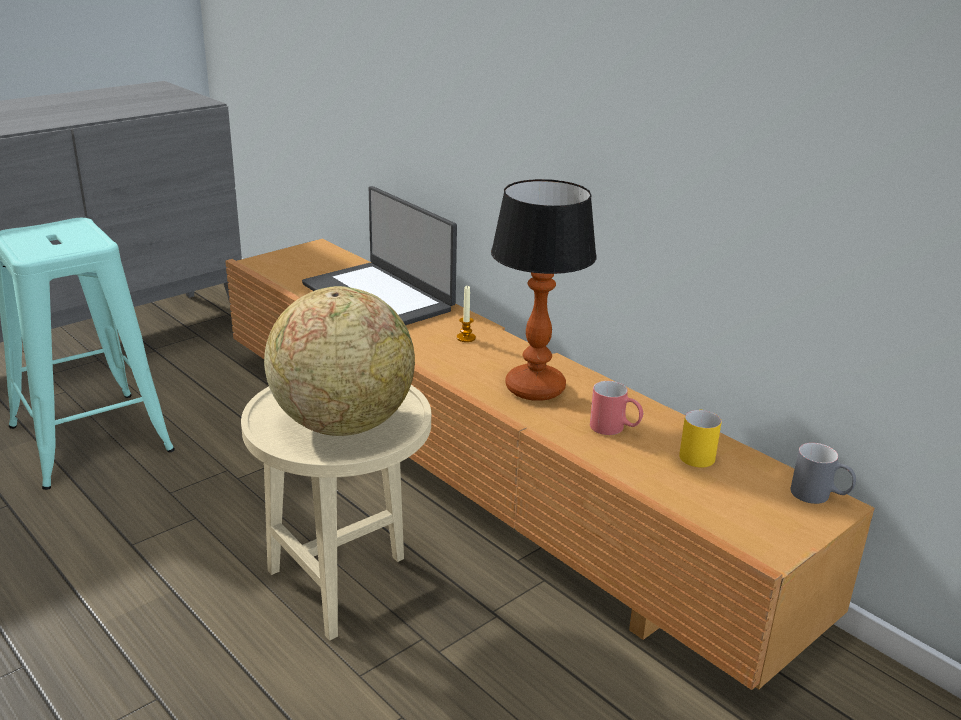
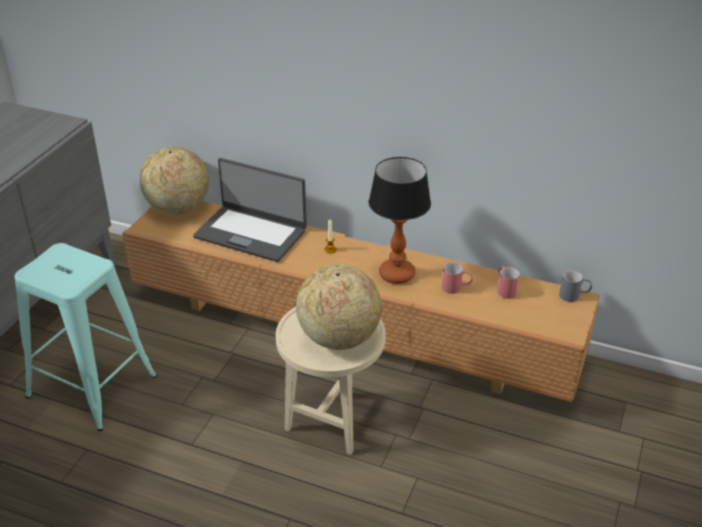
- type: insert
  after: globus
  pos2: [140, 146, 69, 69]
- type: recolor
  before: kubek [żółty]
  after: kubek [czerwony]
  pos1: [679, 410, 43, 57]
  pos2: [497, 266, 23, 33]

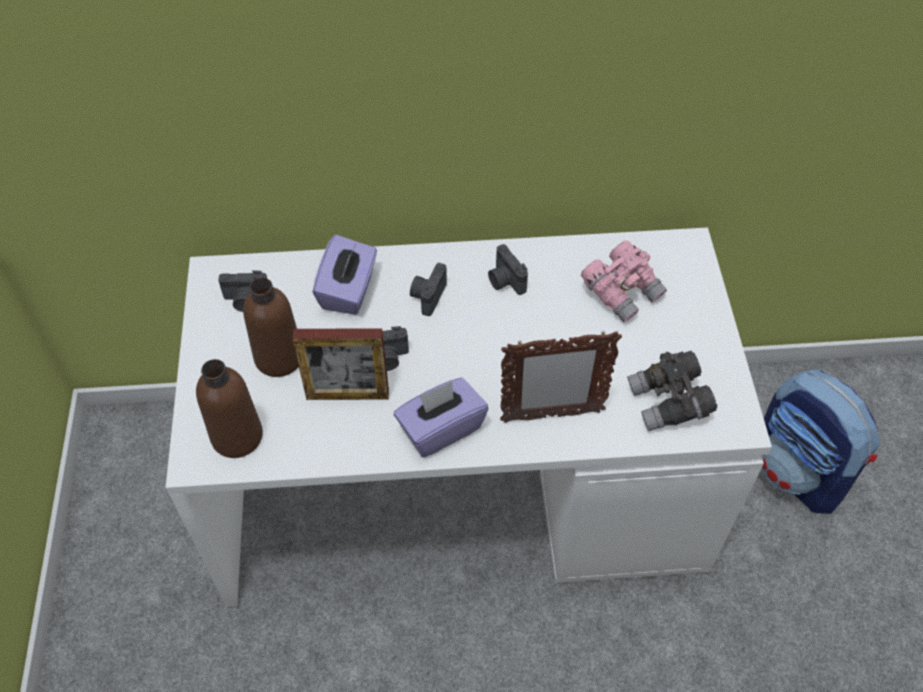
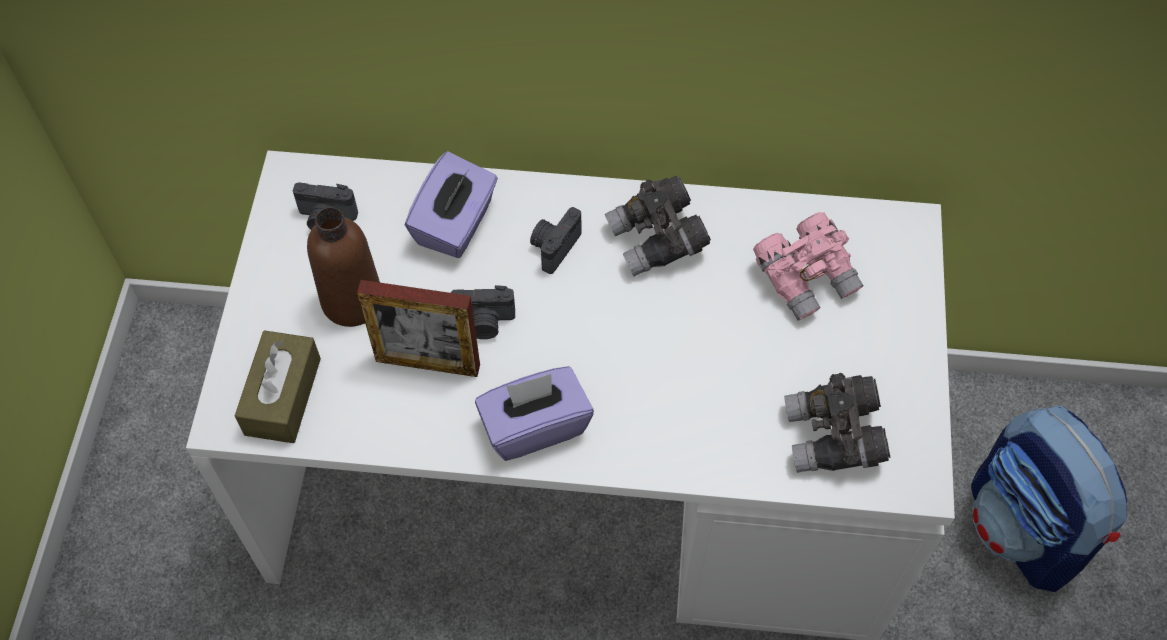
- type: replace
  before: butelka [brązowy]
  after: pudełko chusteczek [brązowy]
  pos1: [196, 359, 67, 99]
  pos2: [235, 330, 86, 113]
- type: replace
  before: aparat fotograficzny
  after: lornetka [szary]
  pos1: [488, 244, 40, 51]
  pos2: [605, 176, 106, 100]
- type: delete
  before: ramka na zdjęcie
  pos1: [500, 331, 122, 92]

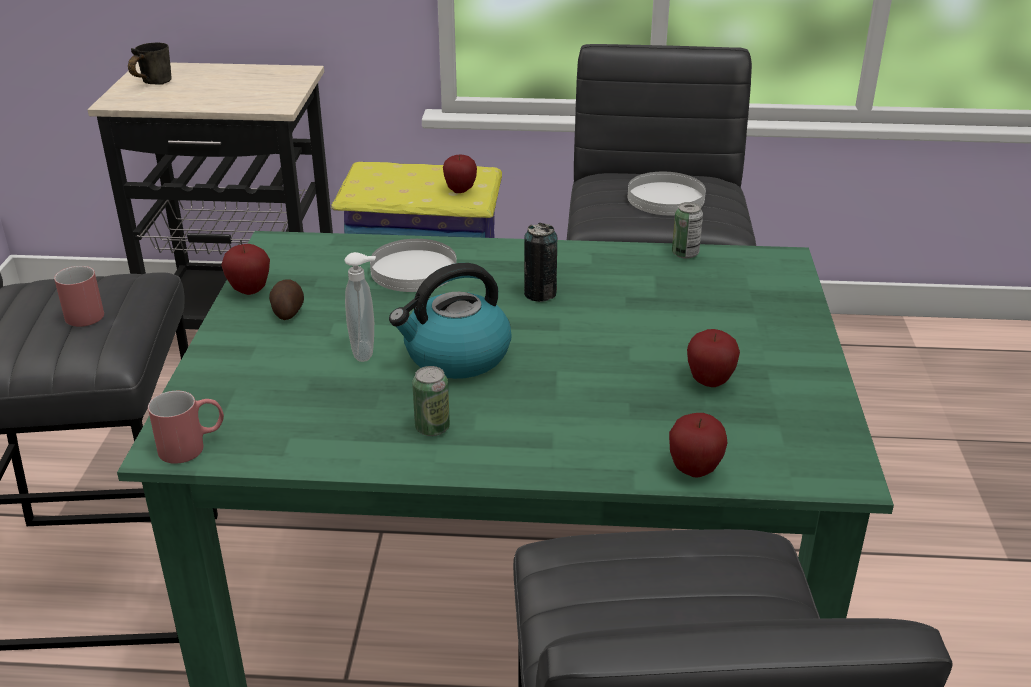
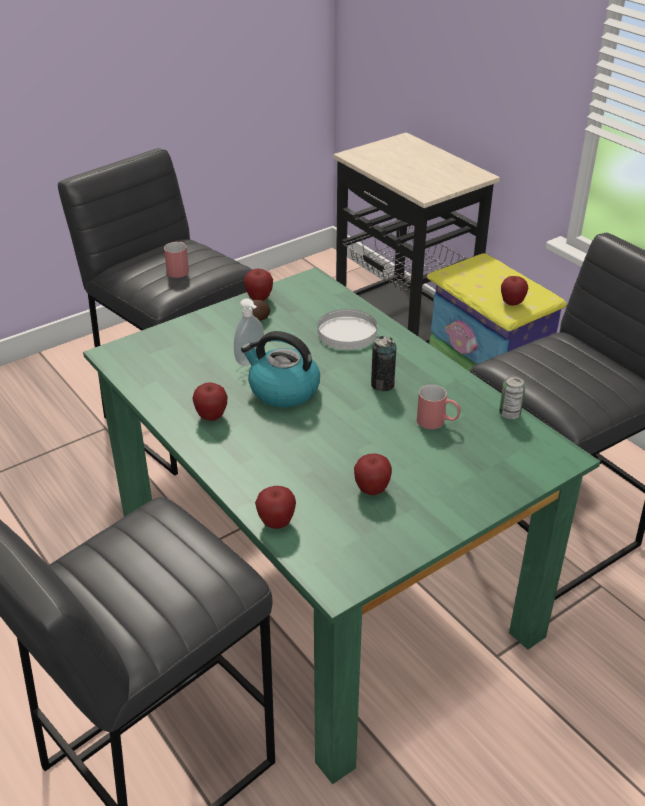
- type: replace
  before: puszka
  after: jabłko
  pos1: [412, 366, 38, 70]
  pos2: [192, 382, 35, 39]
- type: move
  before: kubek [czerwony]
  pos1: [148, 391, 76, 73]
  pos2: [417, 385, 44, 44]
- type: delete
  before: kubek [szary]
  pos1: [128, 43, 44, 42]
- type: delete
  before: talerz [biały]
  pos1: [628, 172, 78, 43]

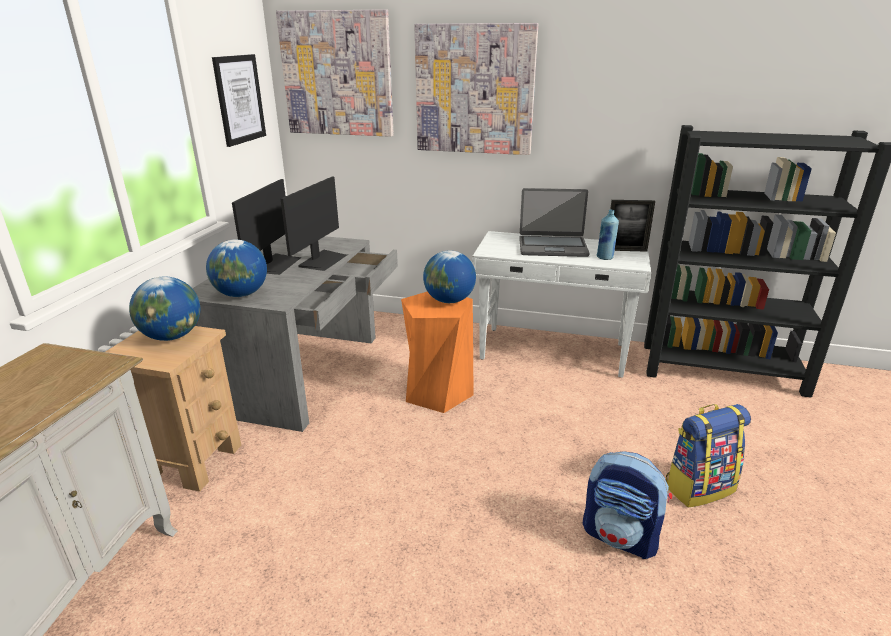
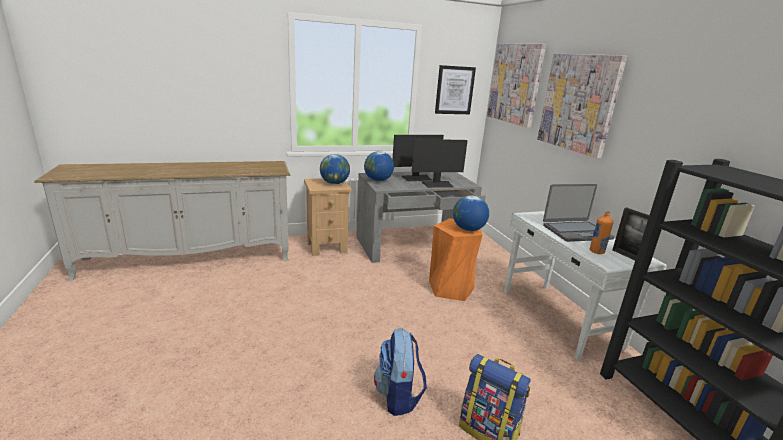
- type: rotate
  before: laptop
  pos1: [519, 188, 71, 69]
  pos2: [543, 184, 72, 58]
  turn: -75
- type: recolor
  before: butelka [niebieski]
  after: butelka [pomarańczowy]
  pos1: [596, 209, 23, 51]
  pos2: [590, 211, 24, 43]

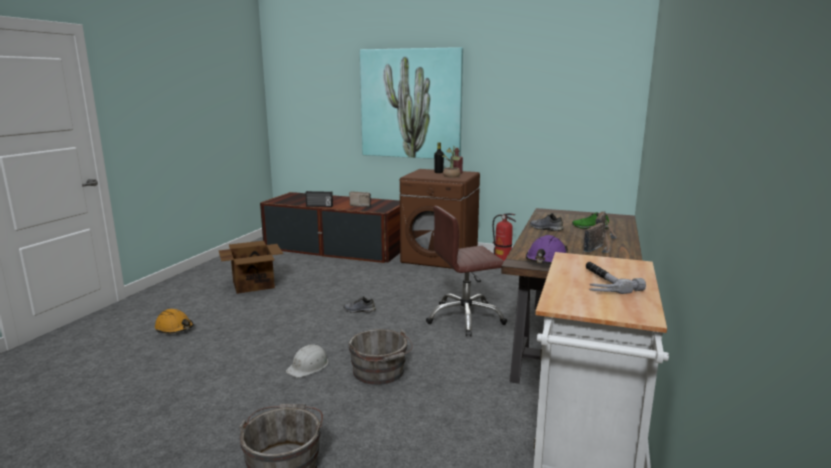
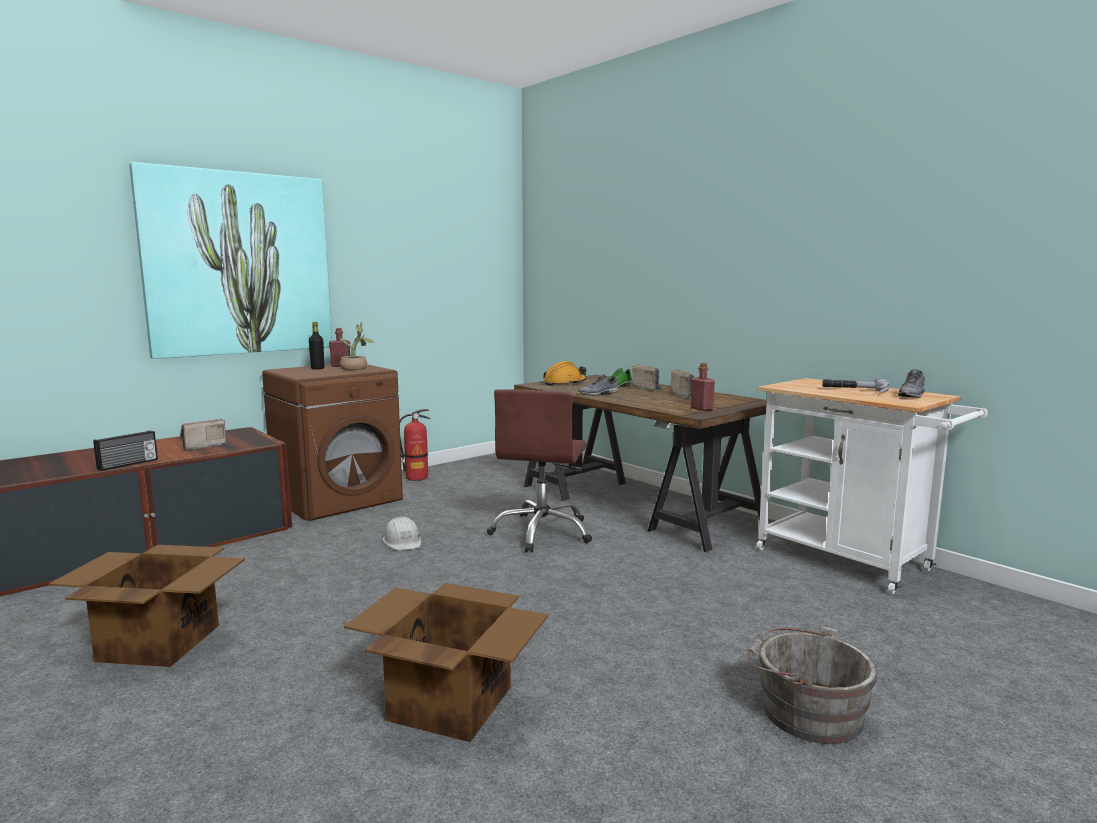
- type: insert
  after: karton
  pos2: [344, 583, 204, 159]
- type: move
  before: kask [biały]
  pos1: [286, 344, 42, 34]
  pos2: [383, 517, 39, 33]
- type: move
  before: kask [pomarańczowy]
  pos1: [155, 309, 39, 25]
  pos2: [543, 361, 44, 25]
- type: replace
  before: kask [fioletowy]
  after: butelka [czerwony]
  pos1: [526, 235, 42, 29]
  pos2: [690, 363, 25, 48]
- type: move
  before: but [szary]
  pos1: [343, 297, 33, 16]
  pos2: [898, 369, 27, 29]
- type: delete
  before: wiadro [szary]
  pos1: [348, 329, 65, 56]

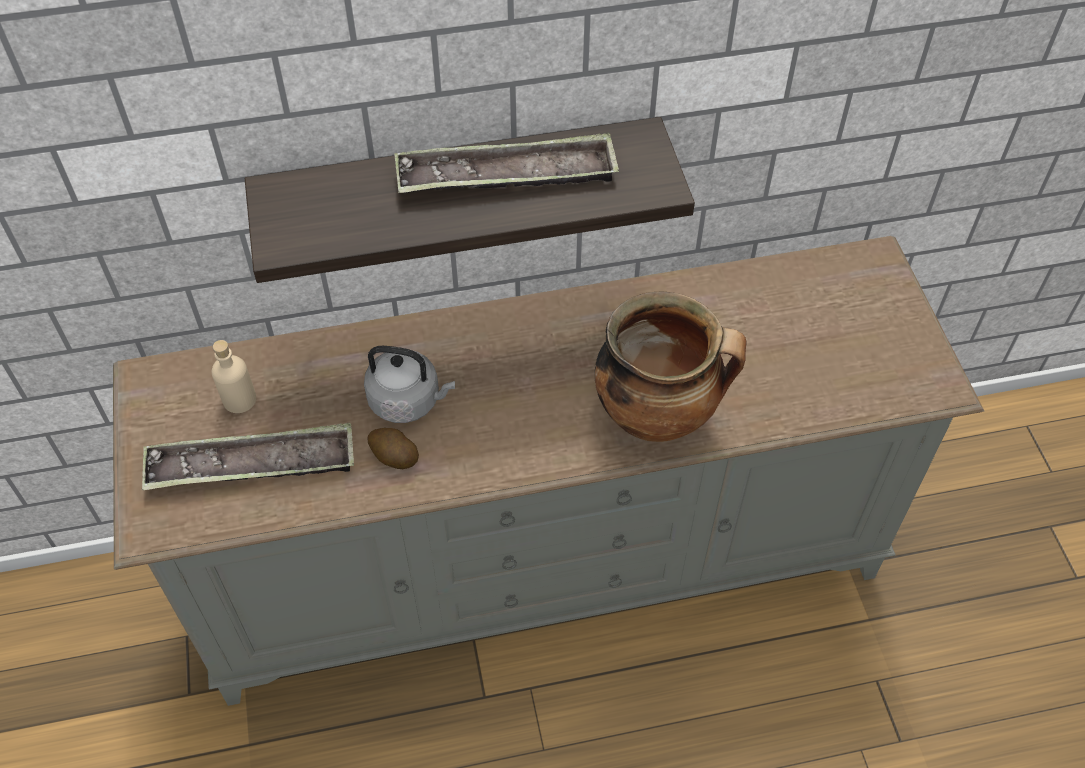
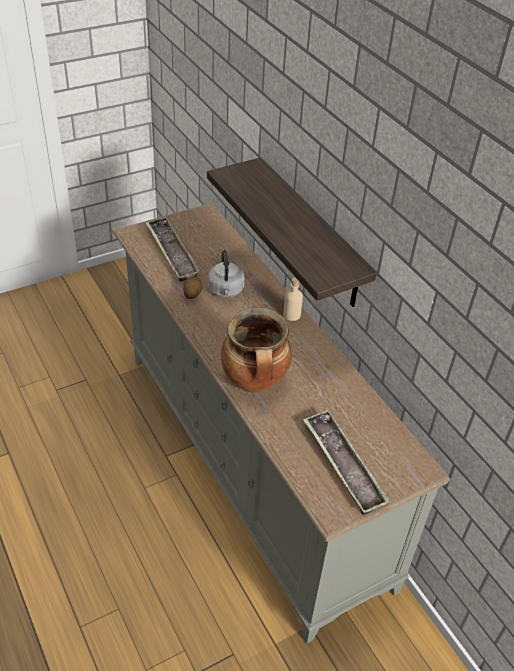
- type: move
  before: butelka [beżowy]
  pos1: [212, 340, 44, 73]
  pos2: [284, 277, 19, 44]
- type: move
  before: taca
  pos1: [394, 133, 225, 60]
  pos2: [303, 410, 87, 105]

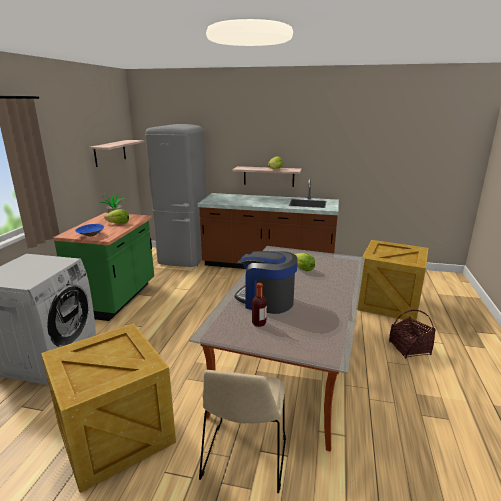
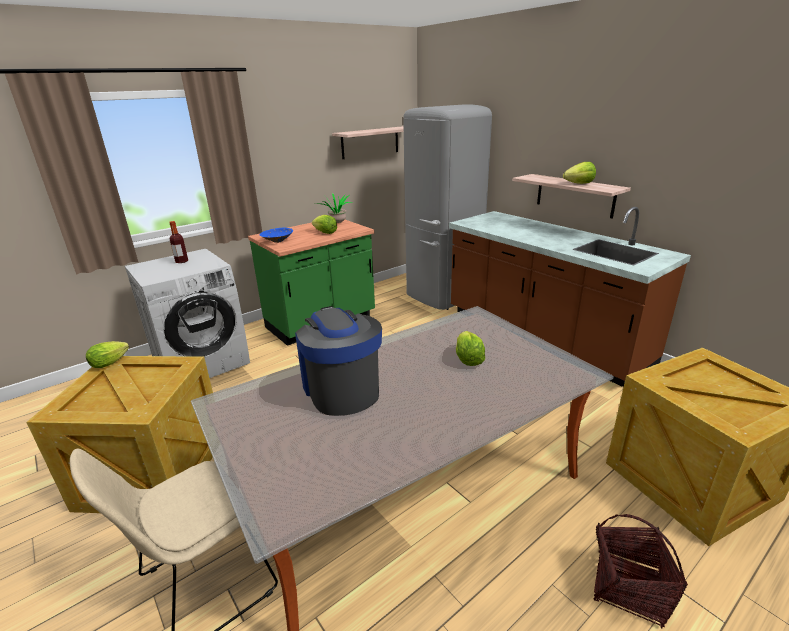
- type: insert
  after: sałata
  pos2: [86, 341, 43, 27]
- type: move
  before: butelka
  pos1: [252, 283, 15, 44]
  pos2: [170, 221, 18, 42]

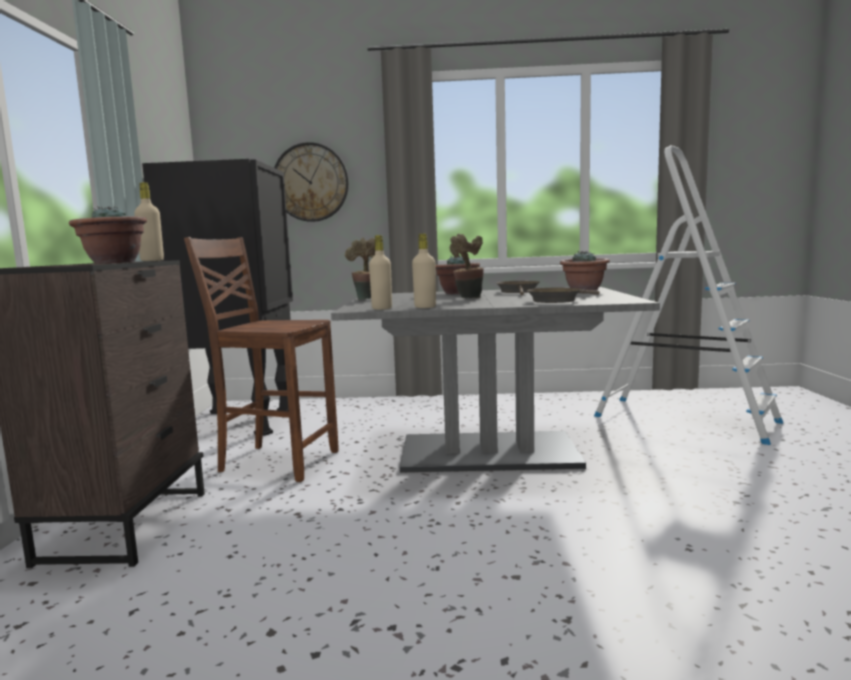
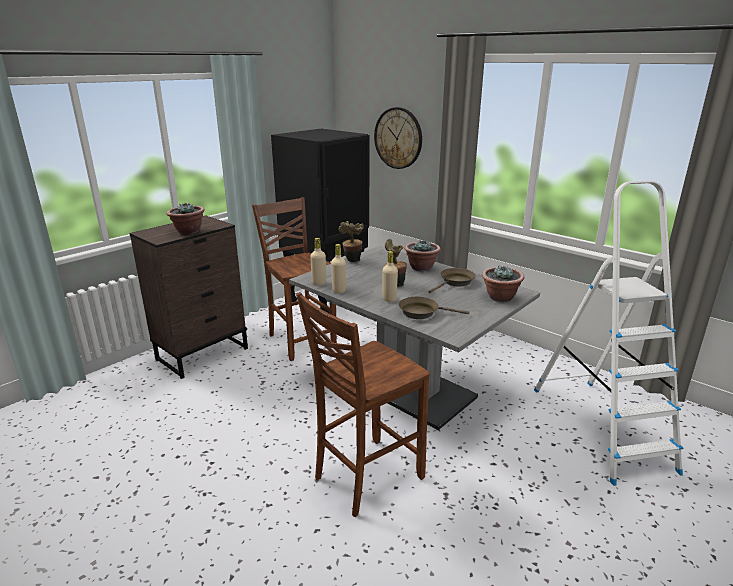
- type: insert
  after: krzesło [brązowy]
  pos2: [296, 292, 134, 225]
- type: move
  before: butelka [beżowy]
  pos1: [134, 182, 30, 79]
  pos2: [383, 251, 15, 51]

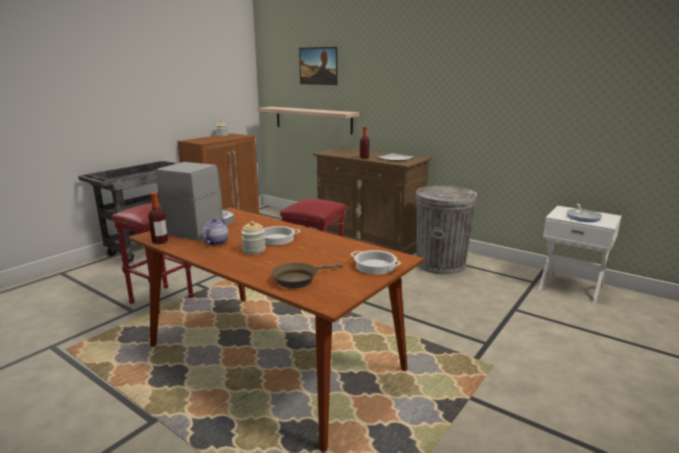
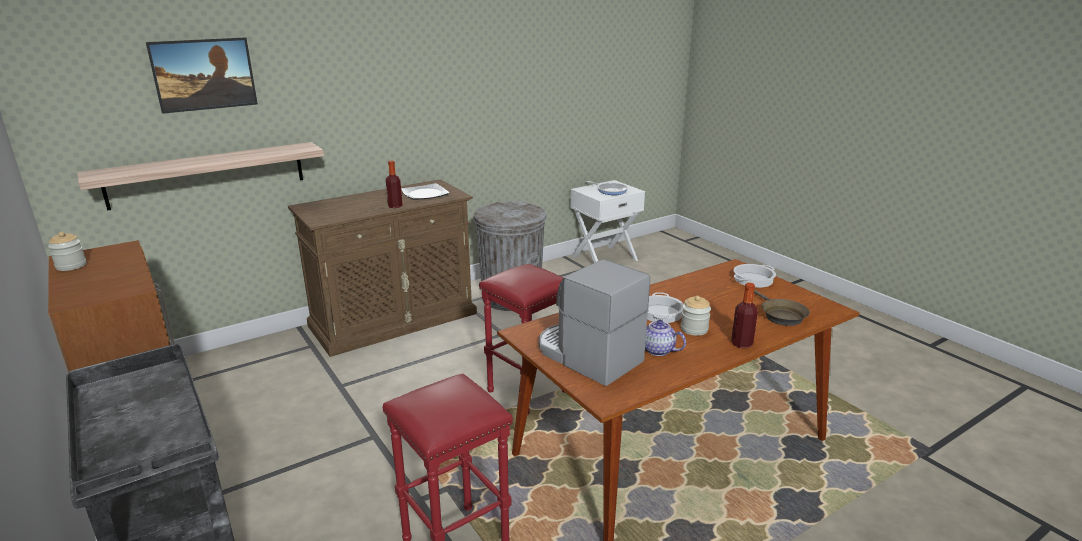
- type: move
  before: butelka
  pos1: [148, 193, 20, 51]
  pos2: [731, 283, 27, 65]

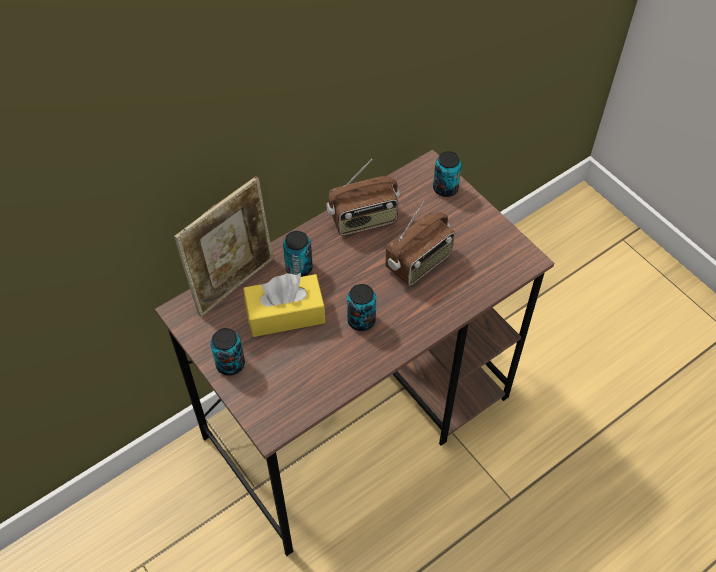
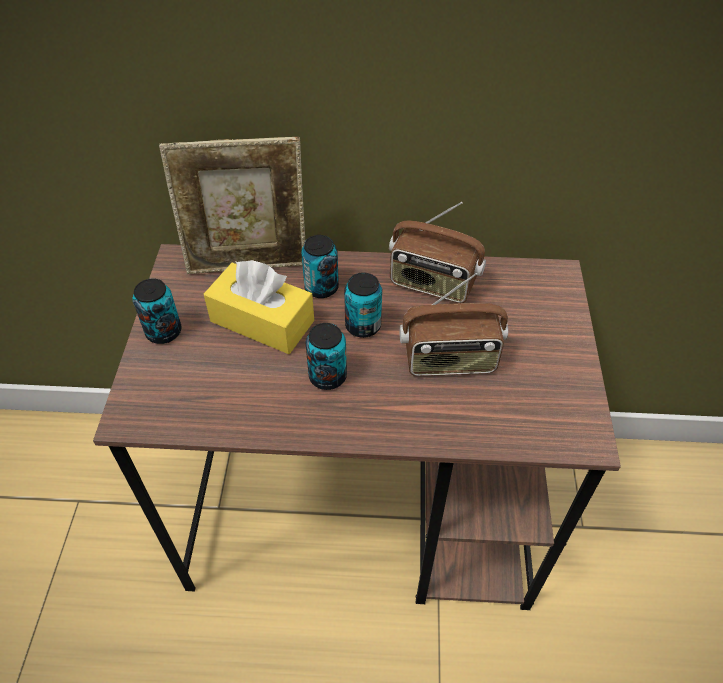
- type: move
  before: puszka
  pos1: [433, 151, 29, 46]
  pos2: [344, 272, 38, 66]

